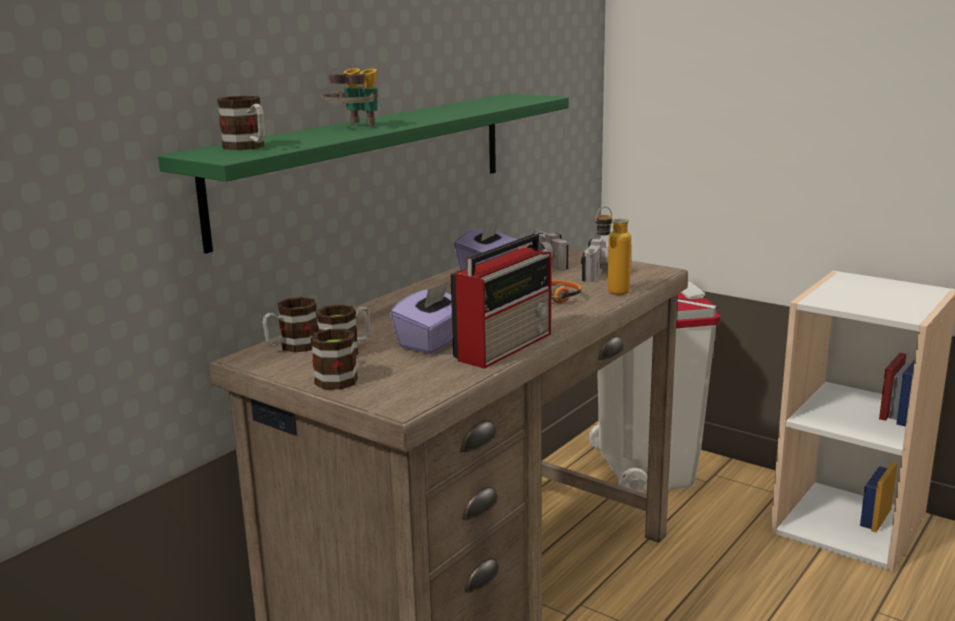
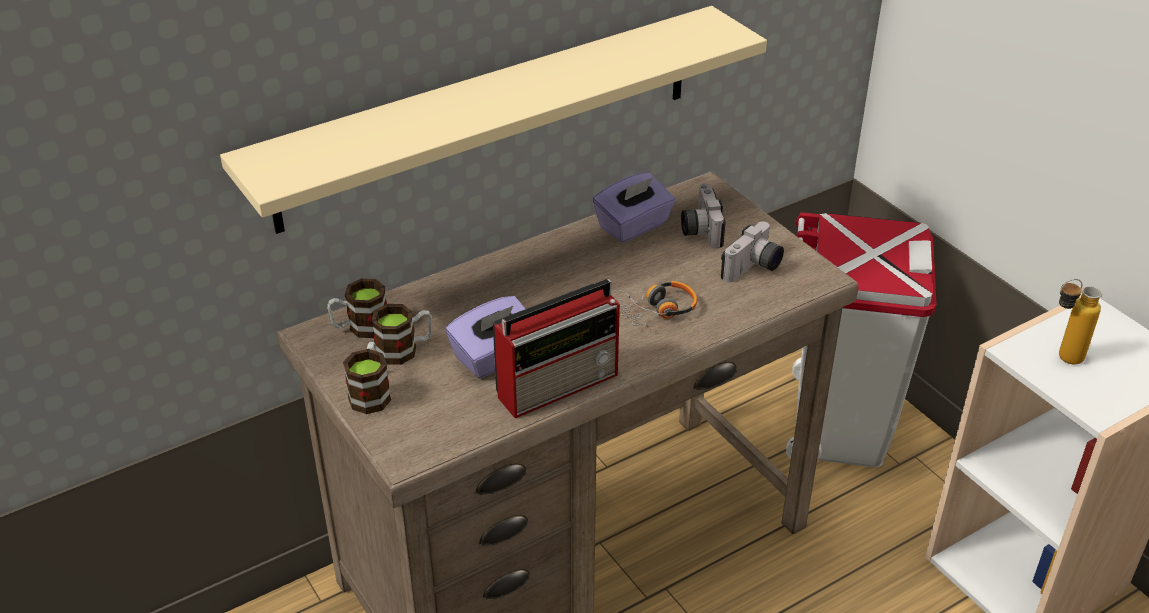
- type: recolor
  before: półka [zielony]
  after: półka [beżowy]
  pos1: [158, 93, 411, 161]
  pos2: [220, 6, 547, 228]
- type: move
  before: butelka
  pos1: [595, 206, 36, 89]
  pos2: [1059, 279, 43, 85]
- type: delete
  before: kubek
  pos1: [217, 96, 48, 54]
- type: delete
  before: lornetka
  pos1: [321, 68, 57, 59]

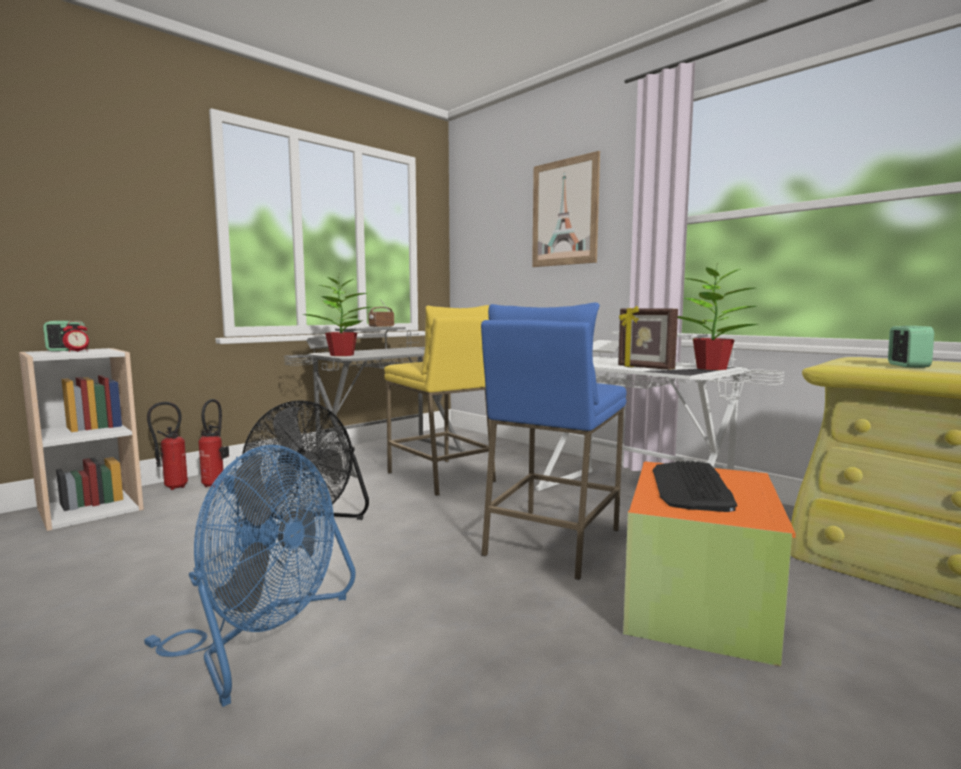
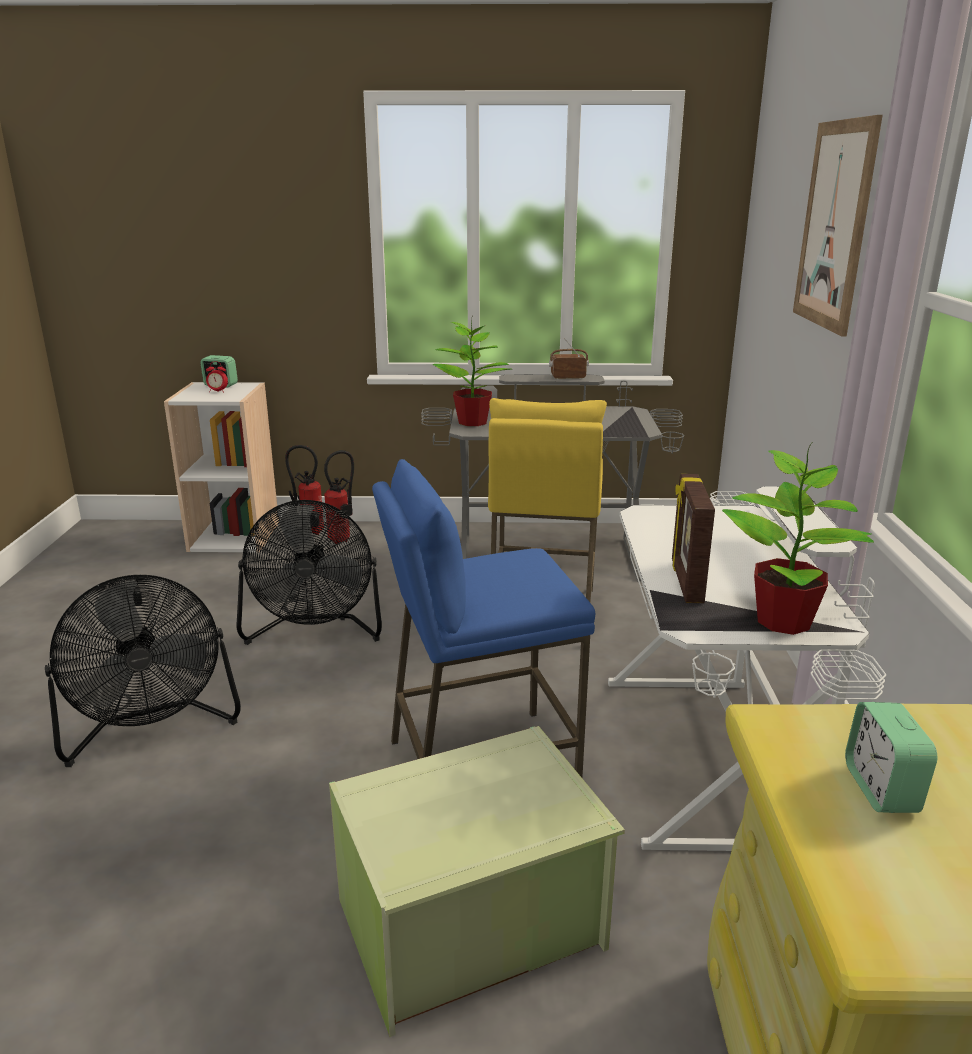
- type: recolor
  before: wentylator [niebieski]
  after: wentylator [czarny]
  pos1: [144, 445, 212, 262]
  pos2: [45, 575, 196, 192]
- type: recolor
  before: pojemnik do przechowywania [pomarańczowy]
  after: pojemnik do przechowywania [zielony]
  pos1: [623, 461, 173, 205]
  pos2: [329, 726, 296, 311]
- type: rotate
  before: budzik
  pos1: [888, 326, 46, 42]
  pos2: [845, 702, 93, 111]
  turn: 120
- type: delete
  before: klawiatura
  pos1: [653, 461, 84, 51]

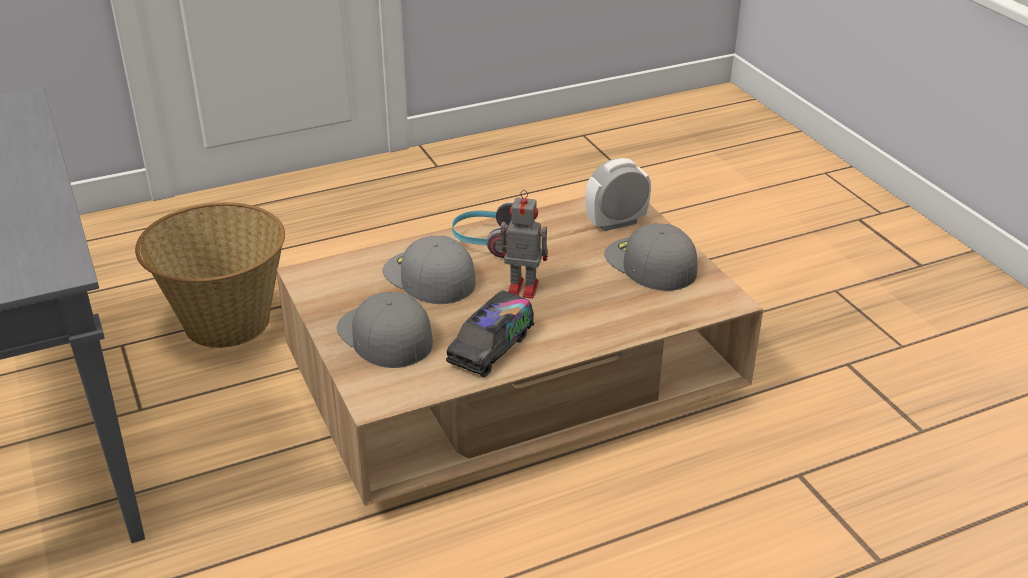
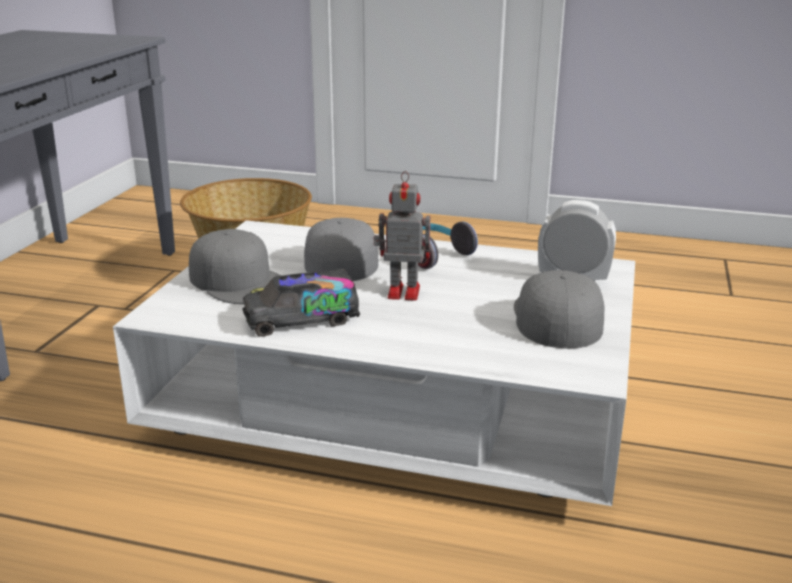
- type: recolor
  before: ława [brązowy]
  after: ława [biały]
  pos1: [276, 197, 487, 309]
  pos2: [113, 220, 522, 286]
- type: rotate
  before: czapka z daszkiem [szary]
  pos1: [337, 292, 96, 76]
  pos2: [189, 229, 92, 75]
  turn: 135
- type: rotate
  before: robot zabawkowy
  pos1: [496, 190, 52, 109]
  pos2: [373, 171, 58, 130]
  turn: -45

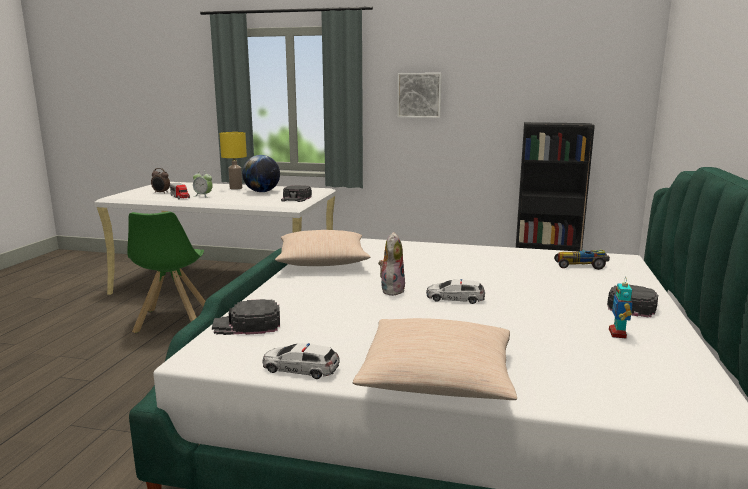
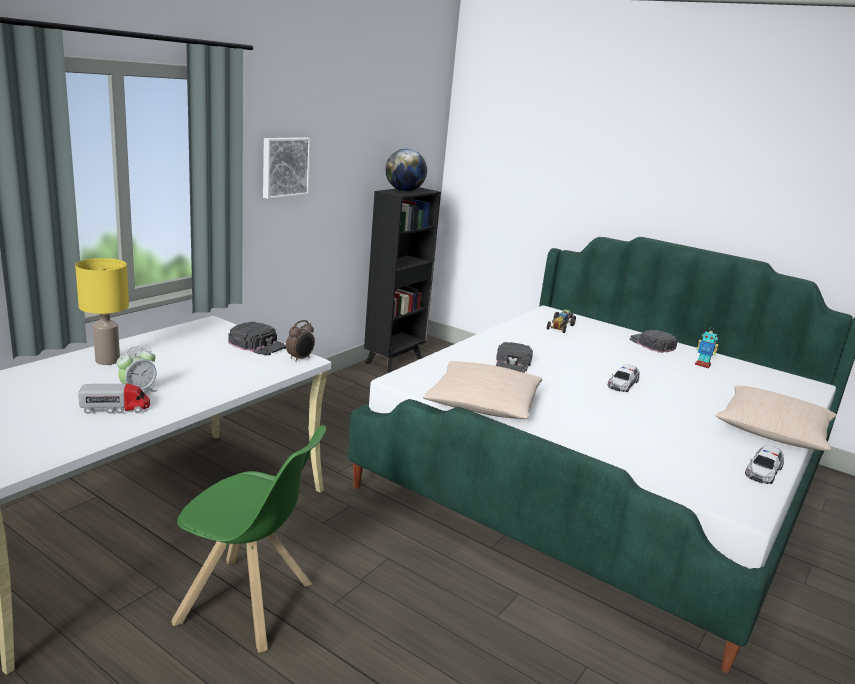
- type: move
  before: budzik
  pos1: [151, 168, 19, 26]
  pos2: [286, 320, 29, 42]
- type: move
  before: globus
  pos1: [242, 155, 38, 37]
  pos2: [386, 149, 41, 42]
- type: move
  before: czapka z daszkiem [czarny]
  pos1: [212, 299, 68, 36]
  pos2: [496, 342, 37, 31]
- type: delete
  before: pluszak
  pos1: [378, 232, 27, 64]

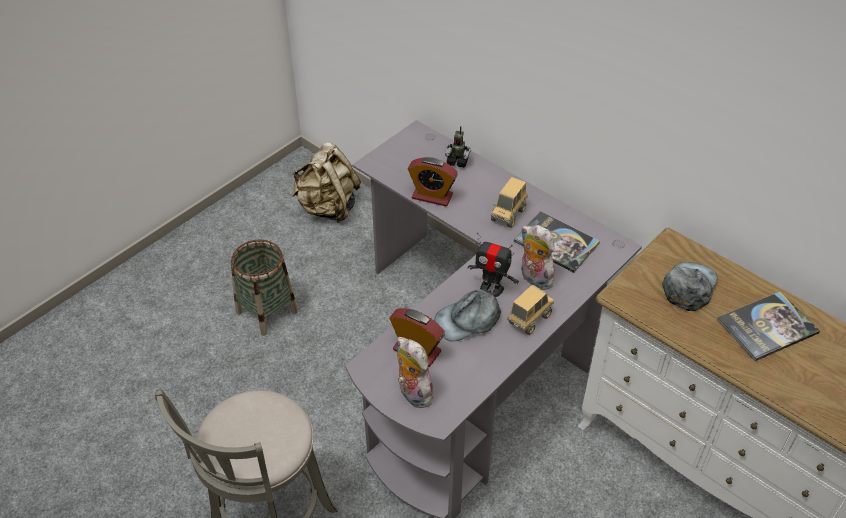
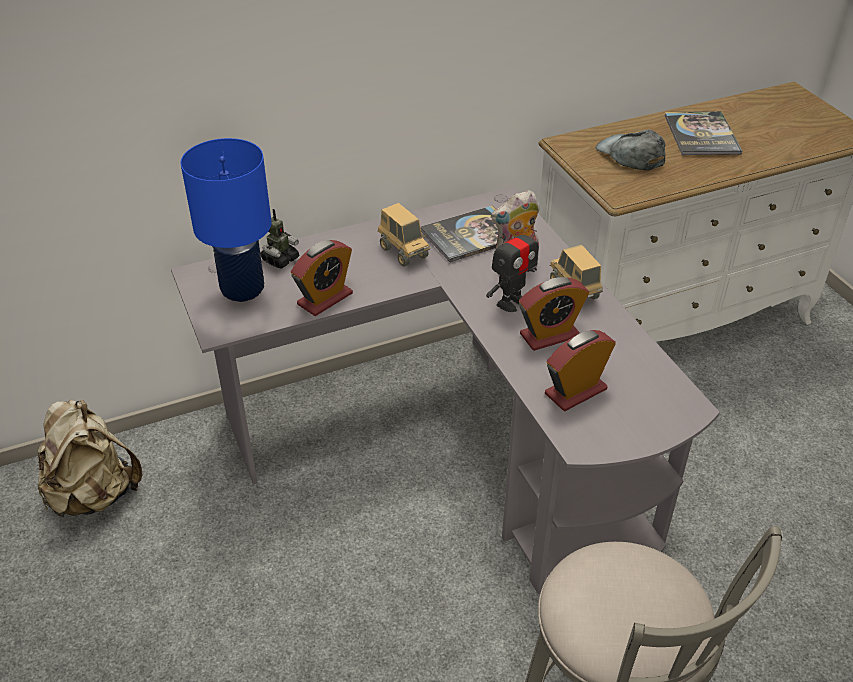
- type: insert
  after: lampa stołowa [niebieski]
  pos2: [181, 138, 91, 164]
- type: replace
  before: czapka z daszkiem [szary]
  after: budzik
  pos1: [434, 289, 67, 53]
  pos2: [519, 277, 70, 74]
- type: delete
  before: koszyk
  pos1: [231, 240, 67, 96]
- type: delete
  before: pluszak
  pos1: [397, 337, 37, 71]

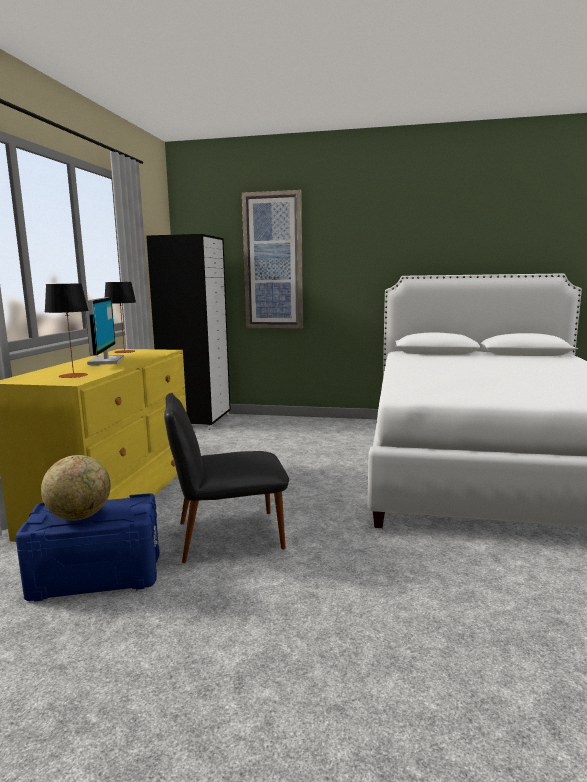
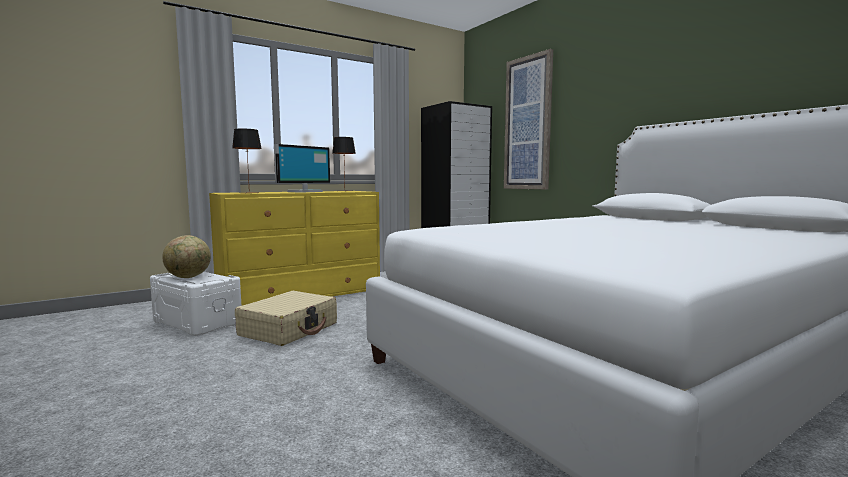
- type: recolor
  before: pojemnik do przechowywania [niebieski]
  after: pojemnik do przechowywania [biały]
  pos1: [15, 493, 145, 109]
  pos2: [150, 270, 91, 65]
- type: replace
  before: krzesło [czarny]
  after: walizka [beżowy]
  pos1: [164, 393, 125, 170]
  pos2: [235, 291, 102, 55]

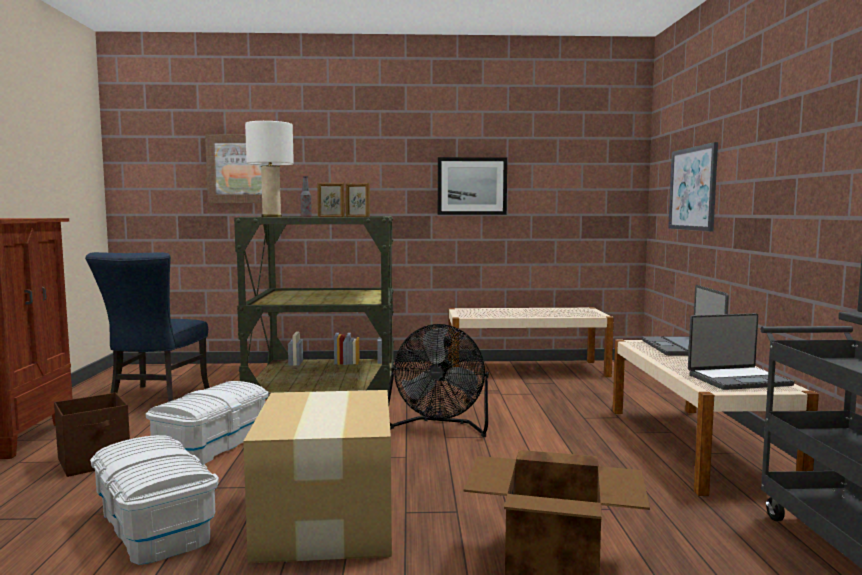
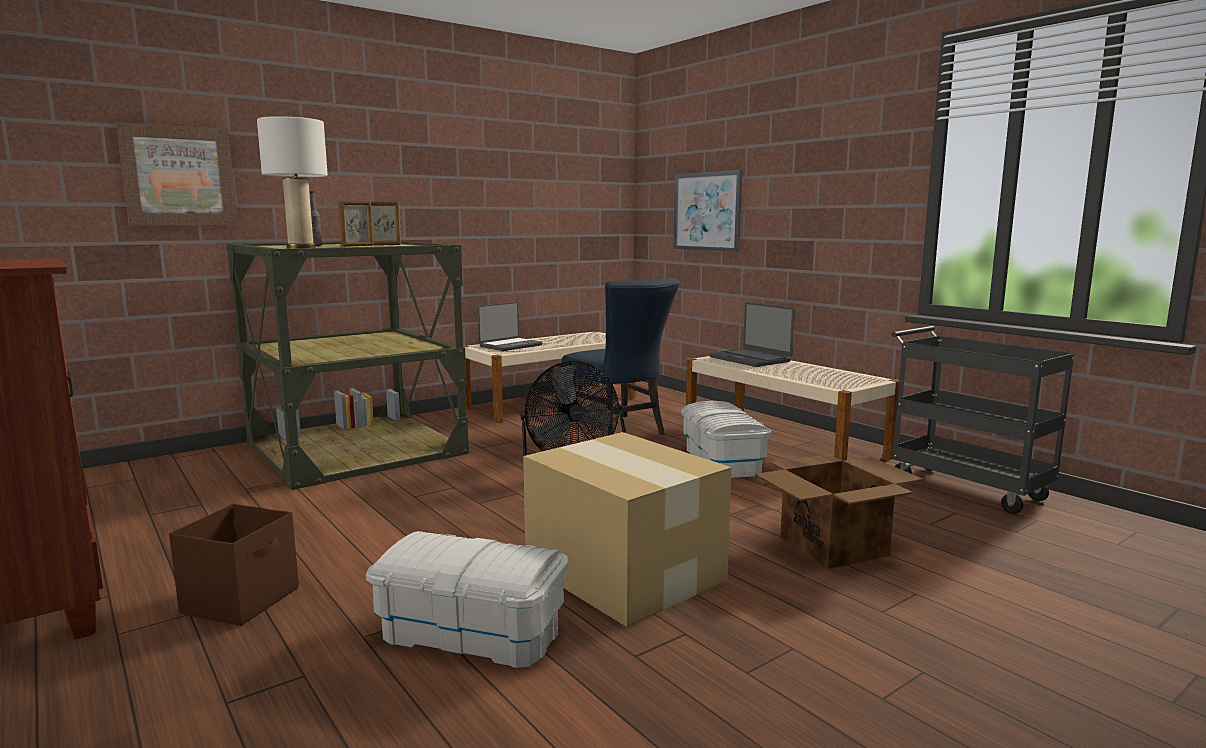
- type: move
  before: laptop
  pos1: [688, 313, 107, 77]
  pos2: [477, 302, 65, 49]
- type: move
  before: krzesło [niebieski]
  pos1: [85, 252, 125, 150]
  pos2: [562, 278, 118, 157]
- type: move
  before: pojemnik do przechowywania [biały]
  pos1: [146, 381, 123, 84]
  pos2: [681, 401, 90, 77]
- type: delete
  before: obraz
  pos1: [438, 157, 69, 58]

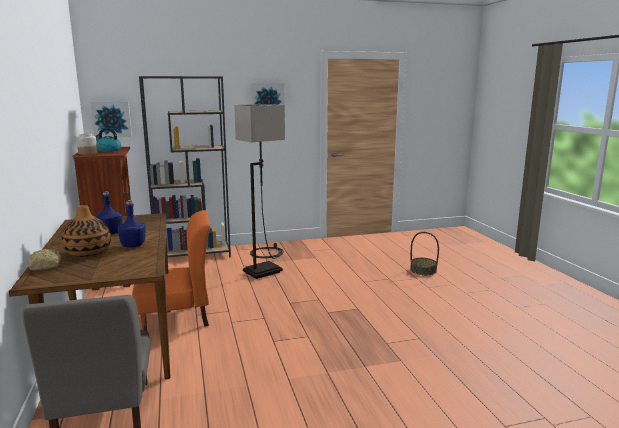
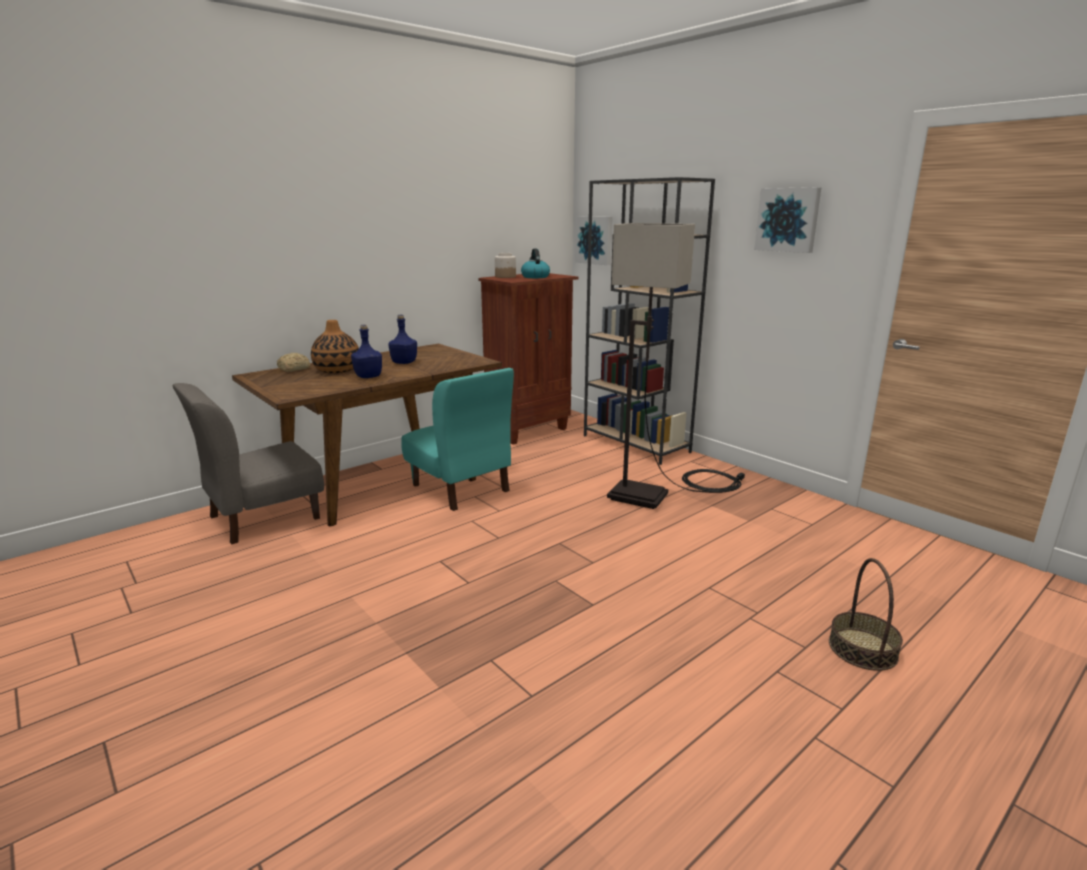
- type: recolor
  before: krzesło [pomarańczowy]
  after: krzesło [turkusowy]
  pos1: [132, 210, 78, 121]
  pos2: [401, 368, 113, 143]

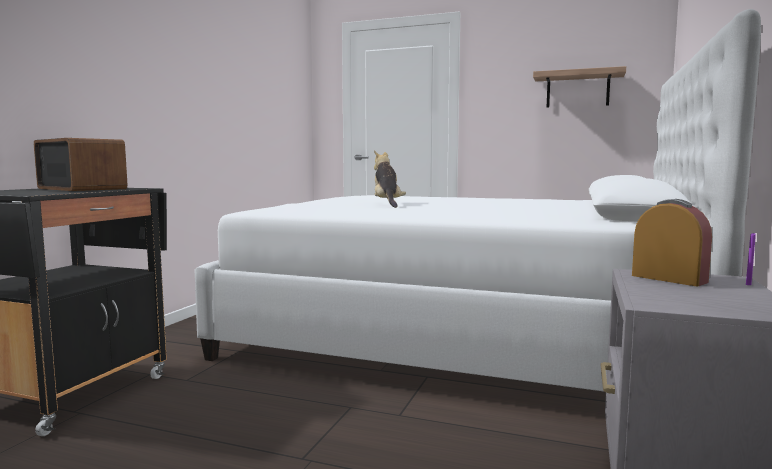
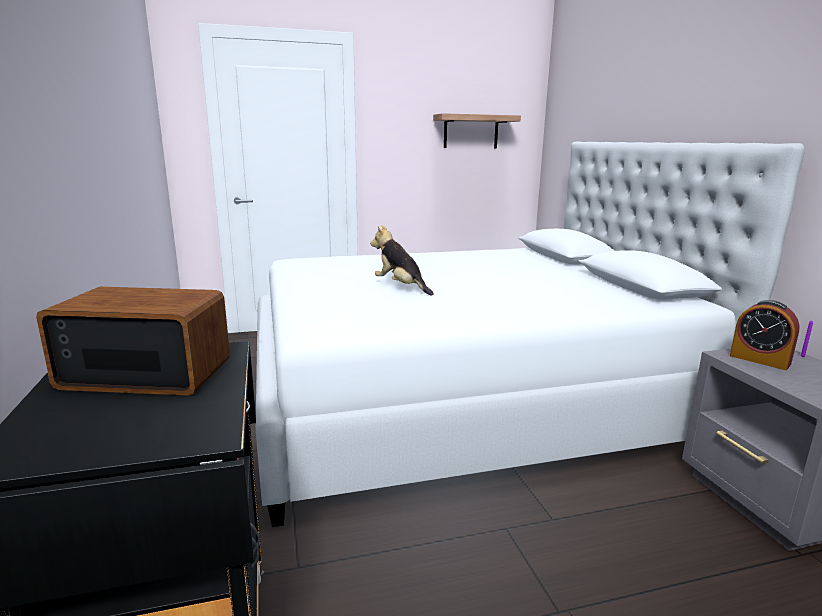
- type: rotate
  before: budzik
  pos1: [632, 199, 80, 87]
  pos2: [730, 300, 70, 70]
  turn: -150

